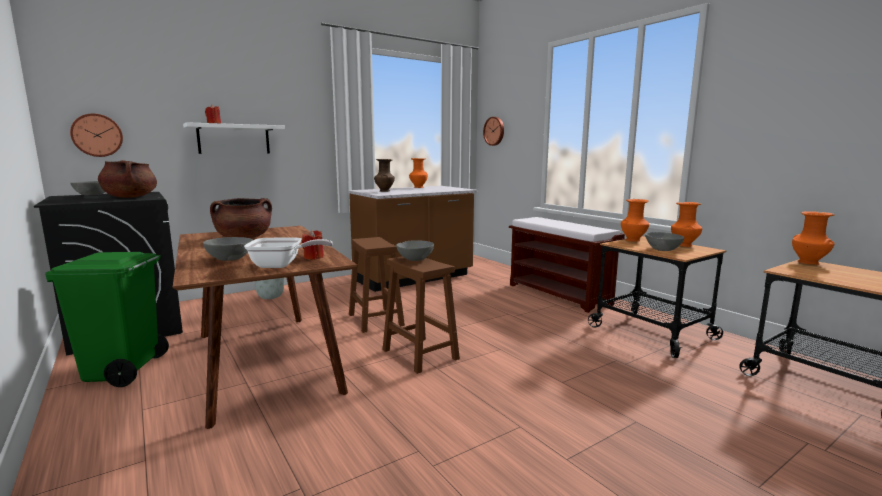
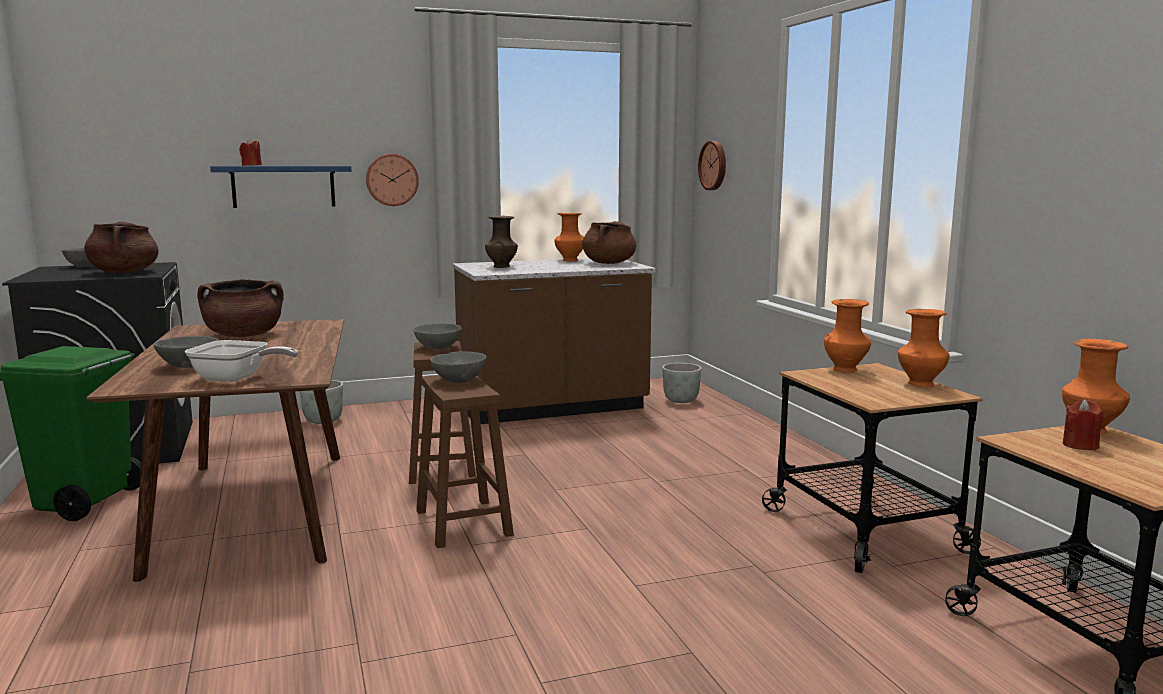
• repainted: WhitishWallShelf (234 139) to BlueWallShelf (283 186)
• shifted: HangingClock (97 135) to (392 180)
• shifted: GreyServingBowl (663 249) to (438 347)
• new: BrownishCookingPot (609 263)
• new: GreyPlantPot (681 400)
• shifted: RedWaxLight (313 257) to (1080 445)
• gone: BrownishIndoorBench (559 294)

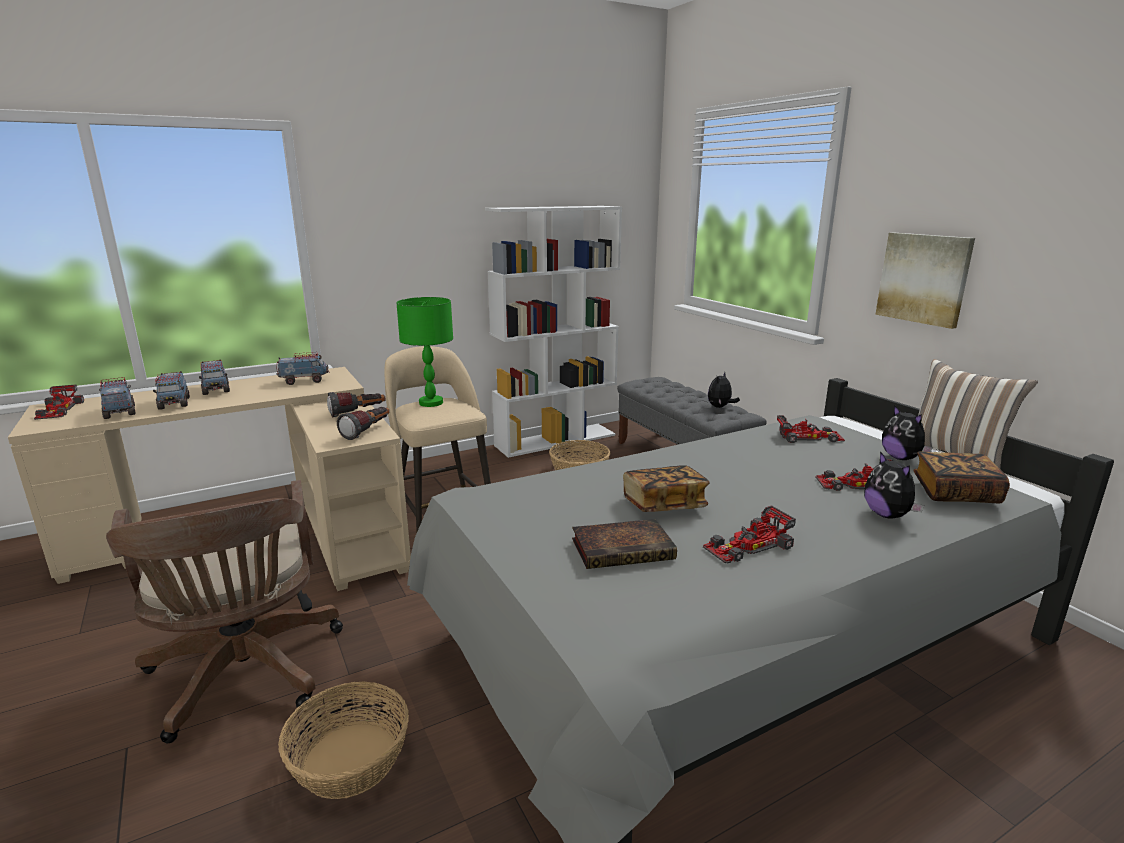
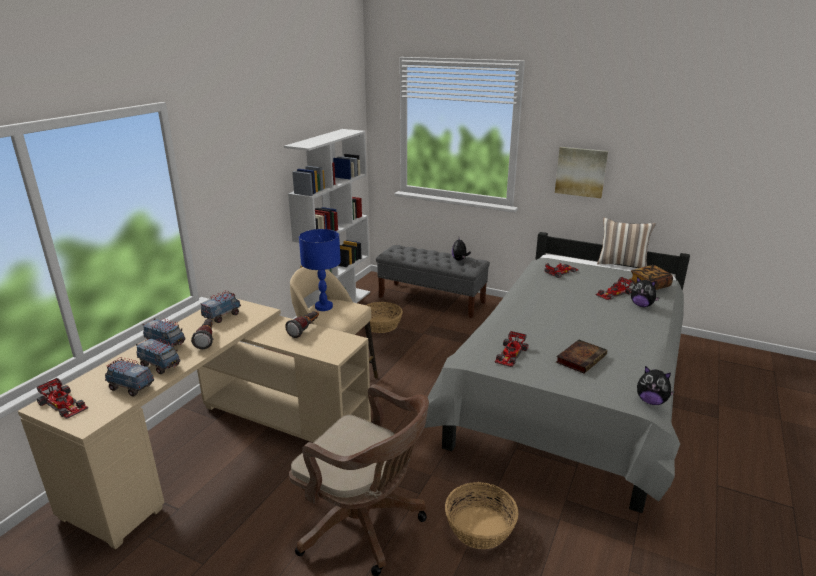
• shifted: HandTorch (368 431) to (207 339)
• repainted: GreenishTabletopLamp (431 403) to BlueTabletopLamp (324 307)
• shifted: ModelCar (748 545) to (510 354)
• shifted: CuddlyToy (901 458) to (651 401)
• gone: Book (663 505)

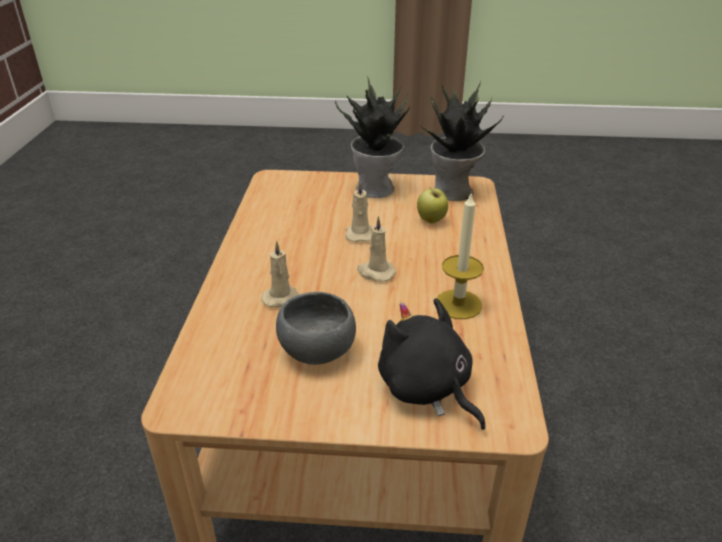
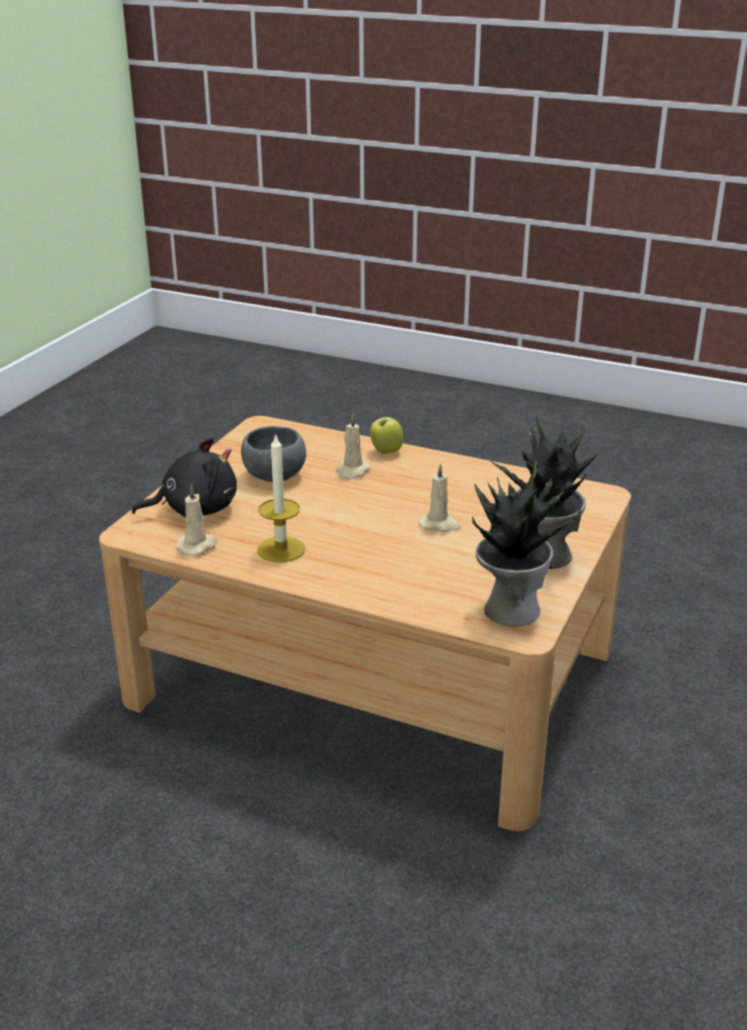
• shifted: BeigeWaxLight (375 272) to (198 546)
• shifted: Apple (431 221) to (386 452)

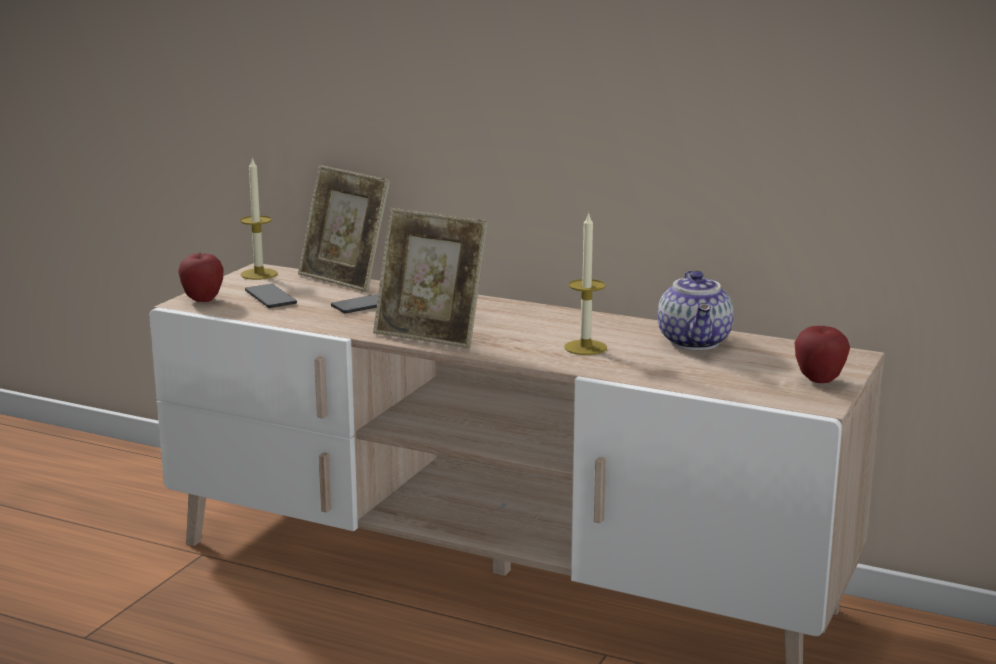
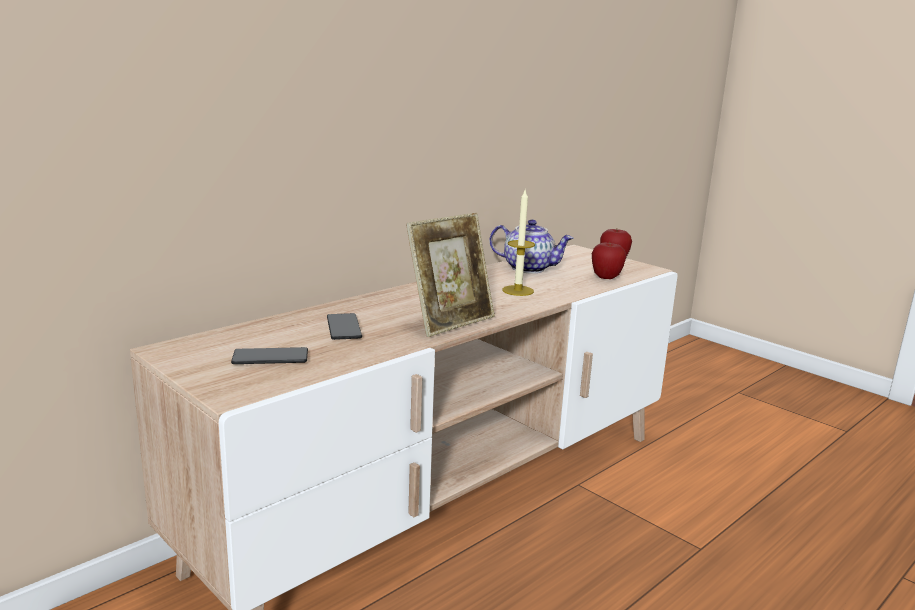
• shifted: Apple (202 300) to (606 278)
• gone: WaxLight (259 274)
• gone: StandingFrame (345 279)

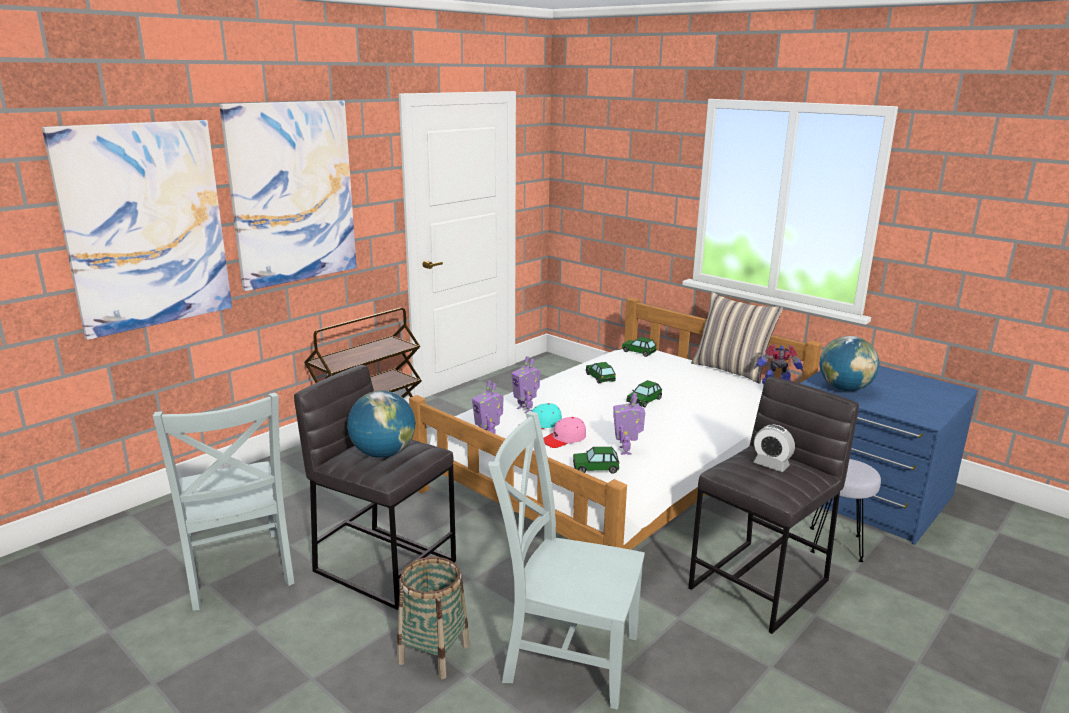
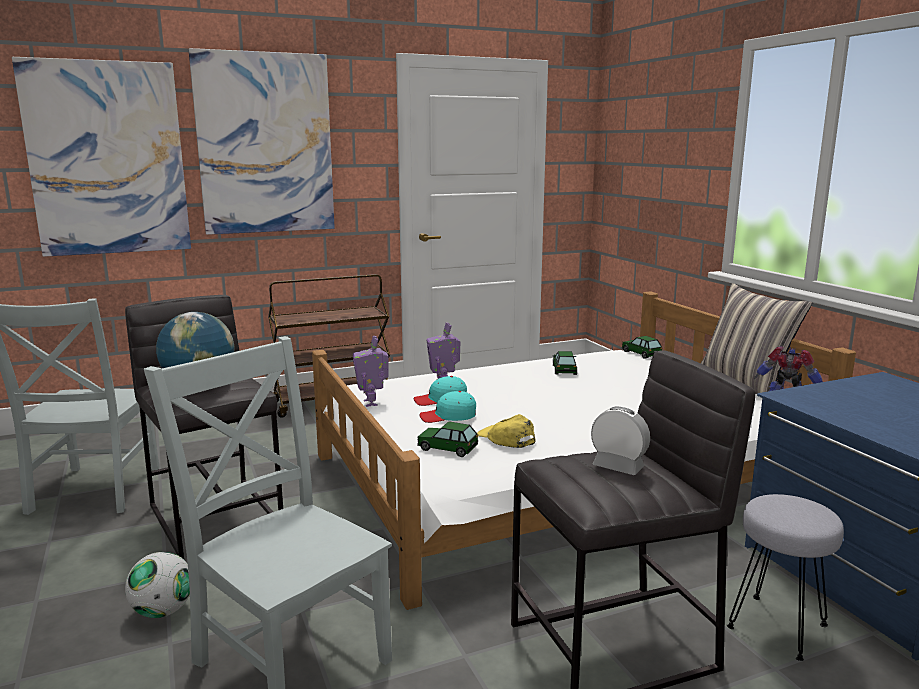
• swapped: StorageBasket (434 653) to FootballBall (163 611)
• repainted: PinkishBaseballCap (564 439) to BlueGreenBaseballCap (448 416)
• swapped: ToyRobot (626 450) to YellowishBaseballCap (506 438)
• rotated: AlarmClock (771 465) = (618 467) 150 degrees clockwise
• gone: ModelCar (644 400)
• gone: Globe (844 389)

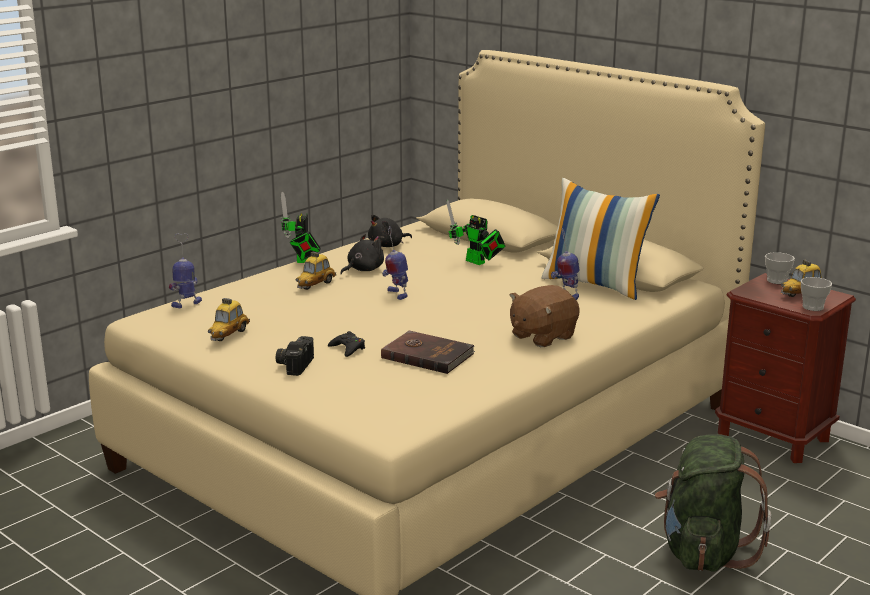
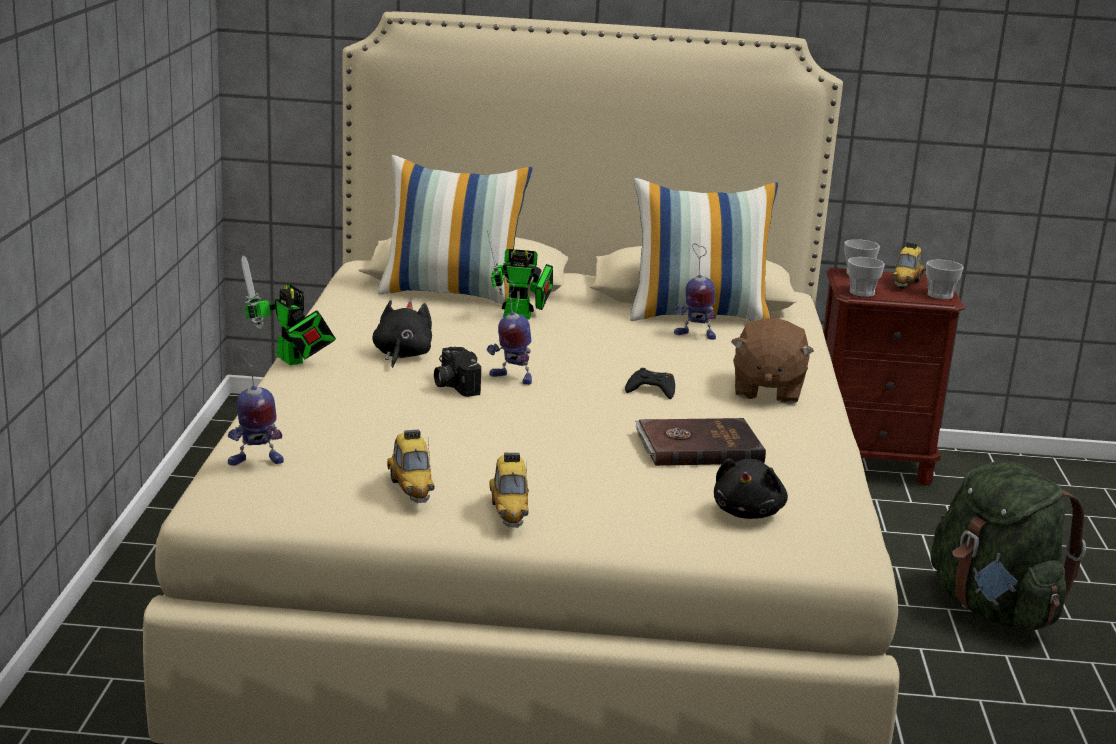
• rotated: ToyRobot (187 304) = (255 461) 120 degrees counterclockwise
• new: Cushion (452 294)
• shifted: StillCamera (294 364) to (453 385)
• shifted: ModelCar (315 285) to (509 513)
• shifted: BlackColouredGamepad (348 348) to (651 390)
• shifted: BlackColouredCuddlyToy (388 245) to (748 512)
• new: Cup (862 293)

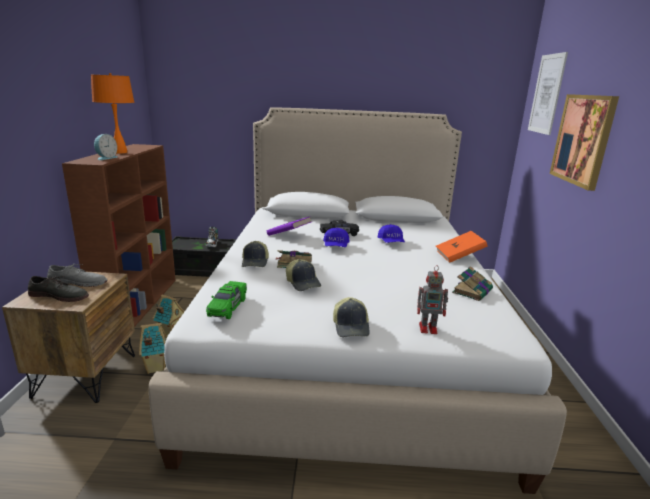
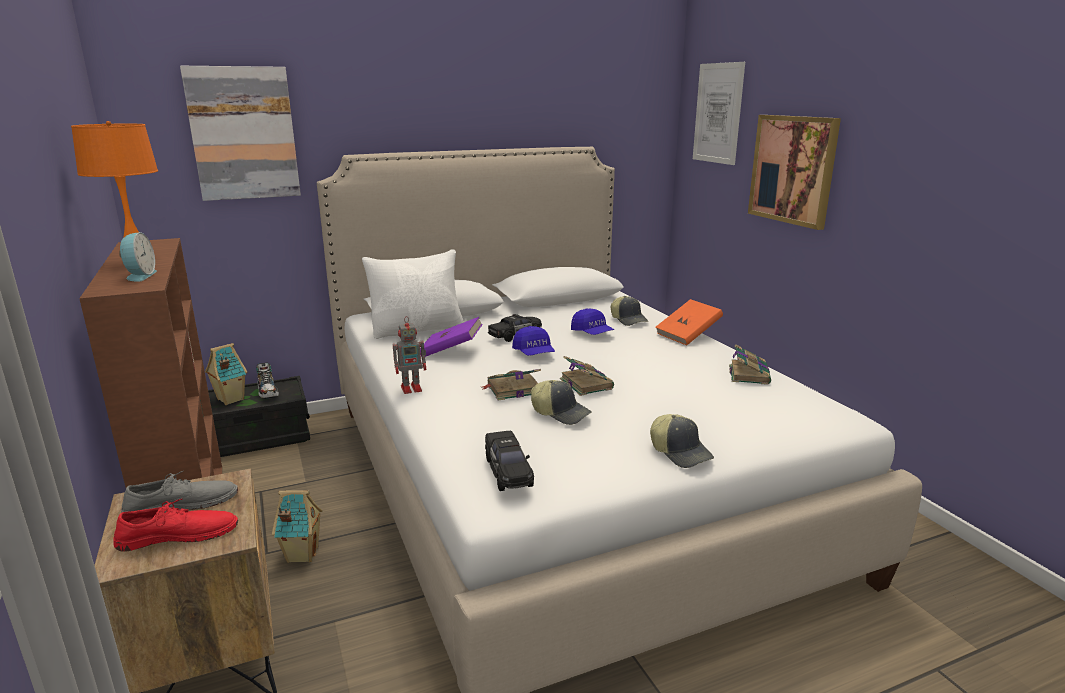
• repainted: GreyLowShoe (59 295) to RedLowShoe (178 535)
• new: WallPicture (243 133)
• shifted: ModelHouse (155 367) to (230 400)
• new: WhitishCushion (418 330)
• shifted: ToyRobot (429 328) to (412 388)
• repainted: GreenishModelCar (227 307) to BlackColouredModelCar (508 471)
• new: Book (585 383)
• shifted: BaseballCap (255 262) to (629 320)

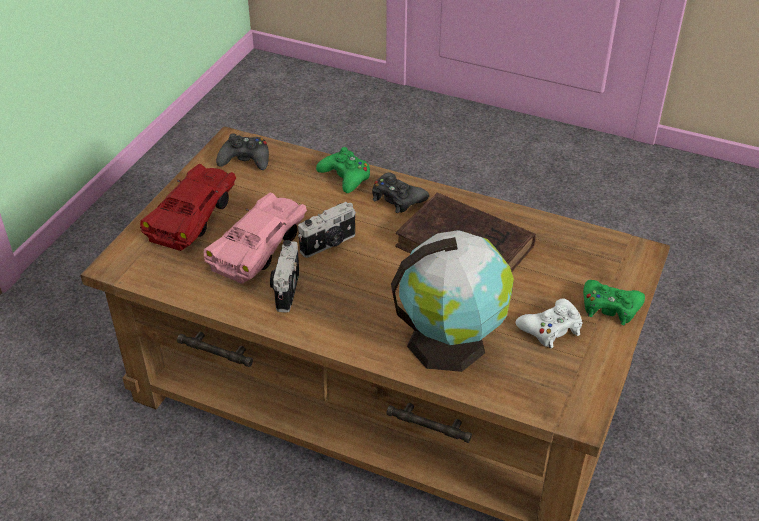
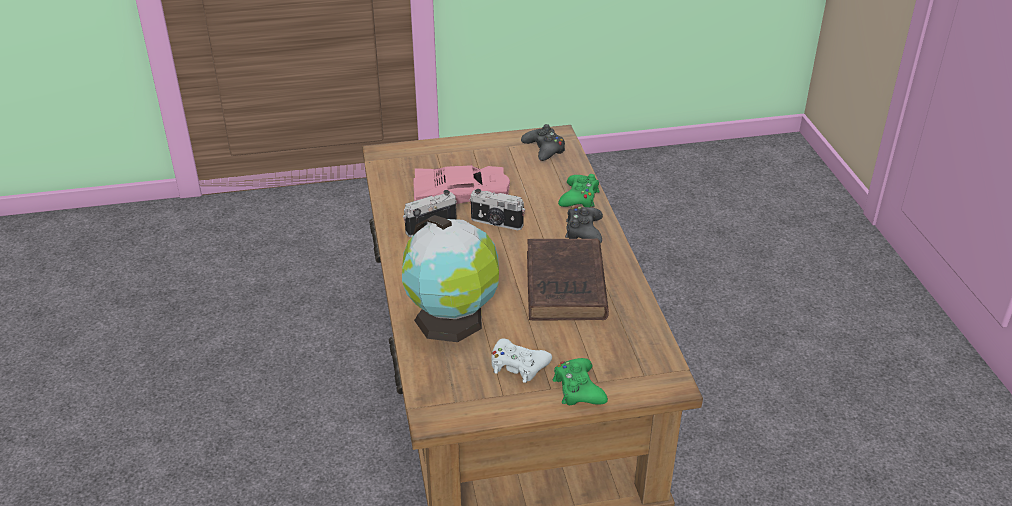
• gone: RedModelCar (194 216)

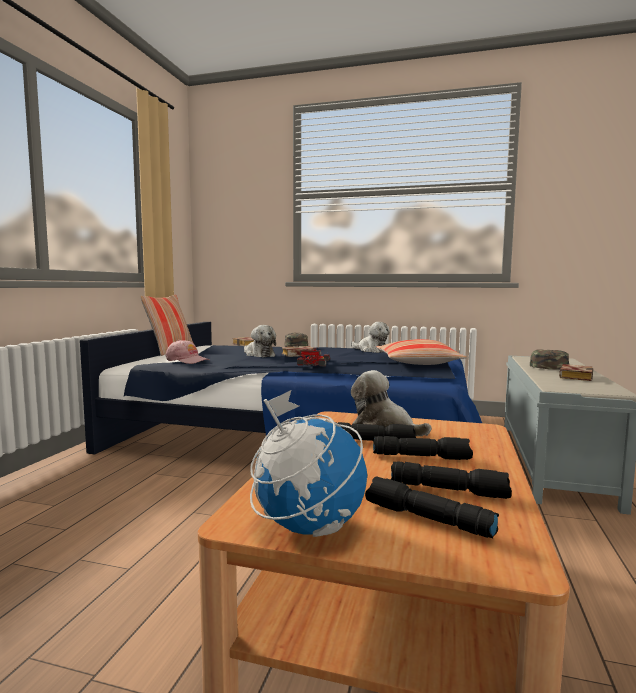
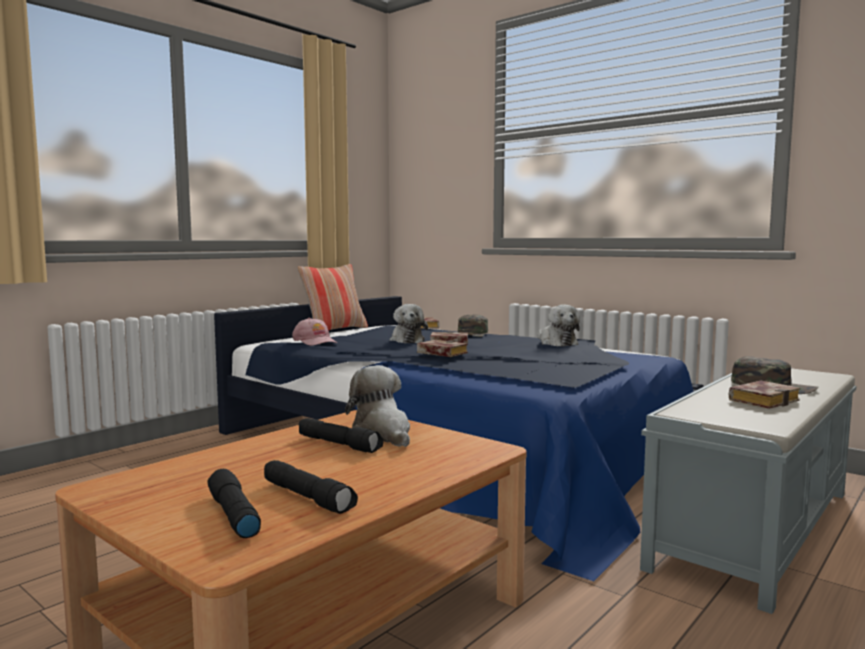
• swapped: ModelCar (315 362) to Book (439 353)
• gone: Globe (308 528)
• gone: BlackColouredHandTorch (422 457)
• gone: Cushion (418 363)

